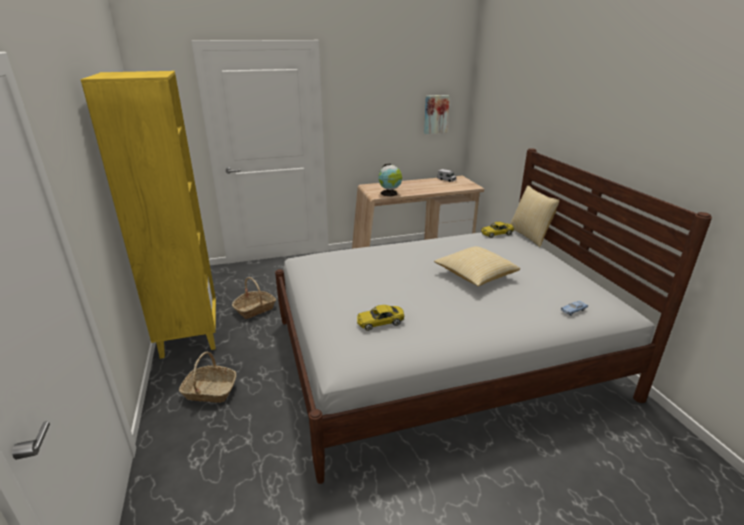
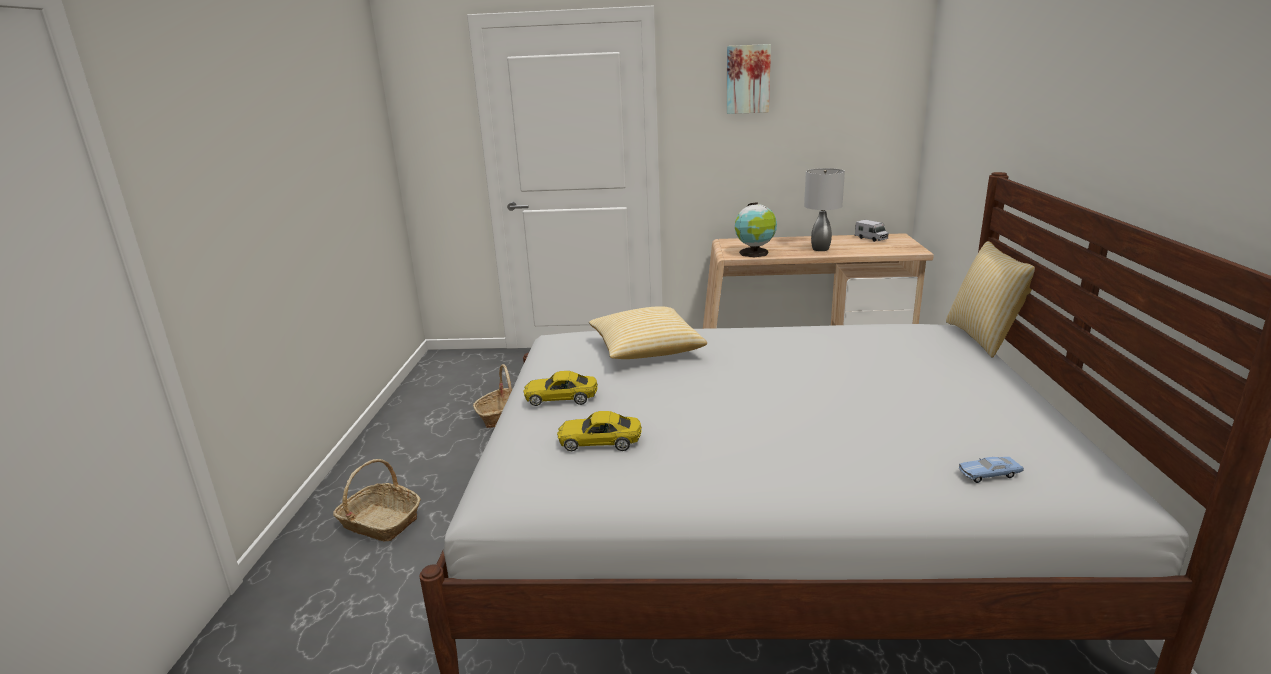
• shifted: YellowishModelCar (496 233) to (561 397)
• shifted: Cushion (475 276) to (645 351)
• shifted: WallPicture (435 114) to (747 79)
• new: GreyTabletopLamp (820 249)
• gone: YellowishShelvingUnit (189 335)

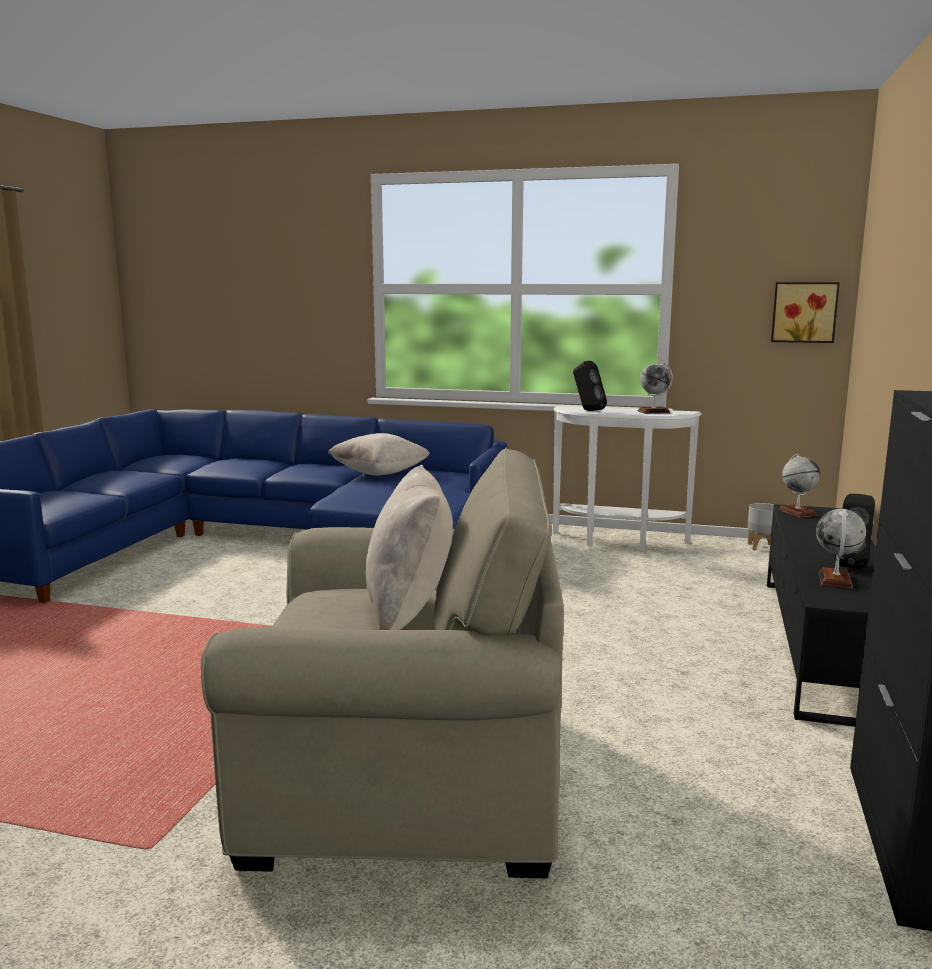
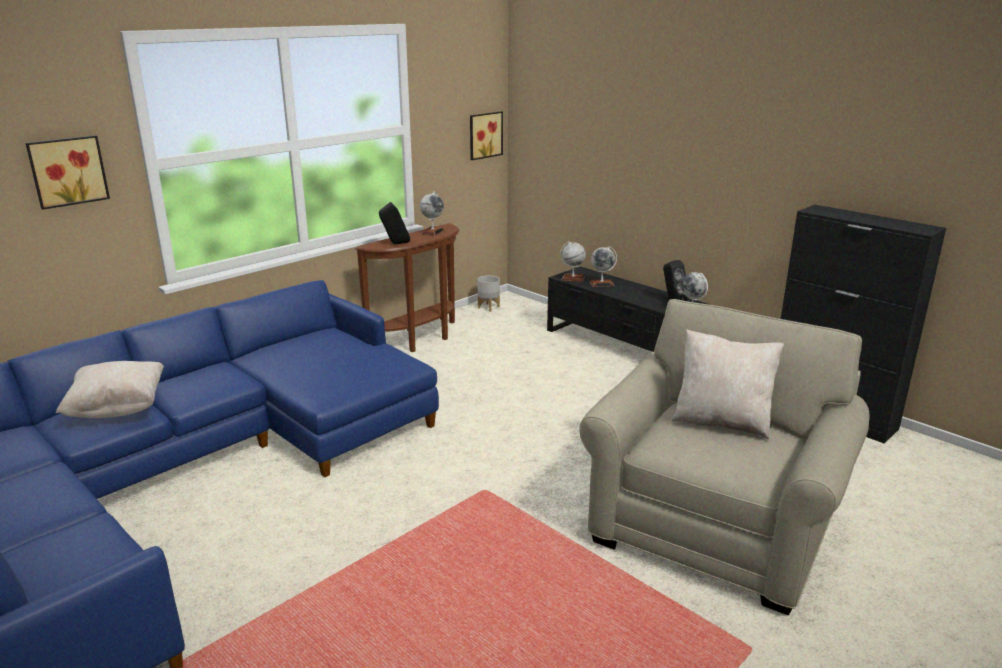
• new: WallPicture (67 171)
• shifted: BeigeCushion (379 473) to (118 409)
• repainted: WhitishConsoleTable (619 542) to BrownishConsoleTable (420 340)
• new: Globe (601 284)

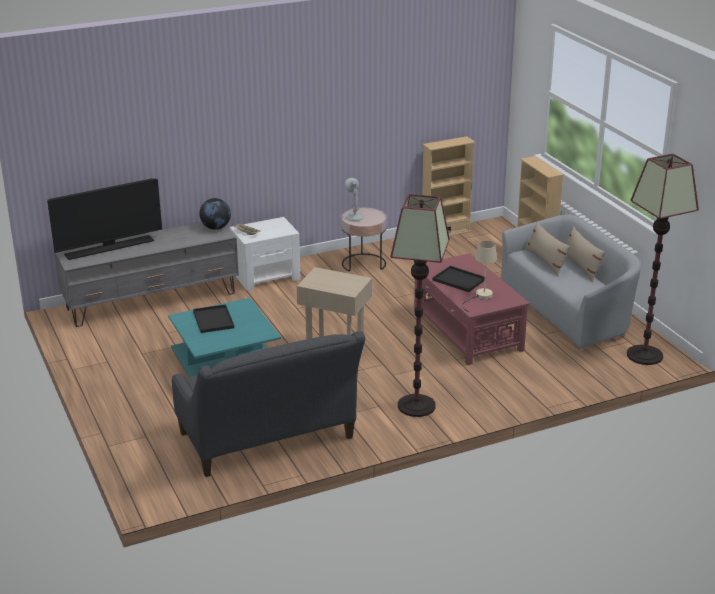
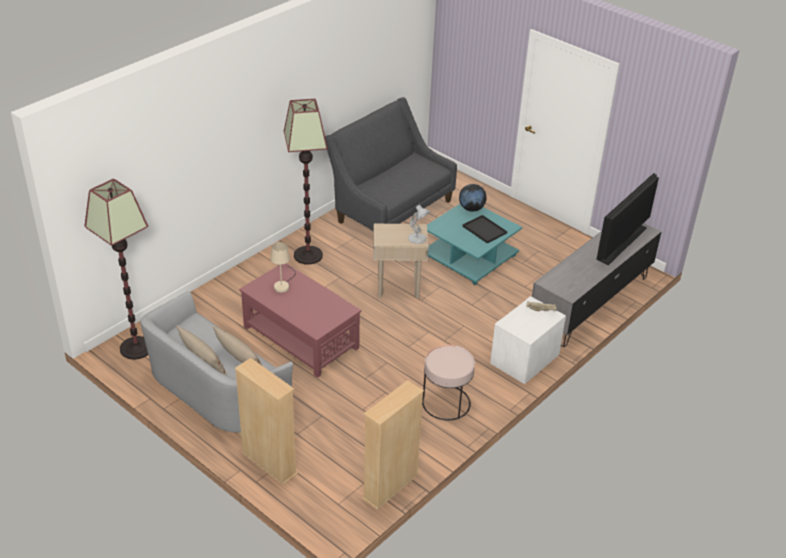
• shifted: WhitishTabletopLamp (354 216) to (417 238)
• shifted: Globe (216 228) to (471 209)
• gone: BlackColouredCarryingTray (458 280)

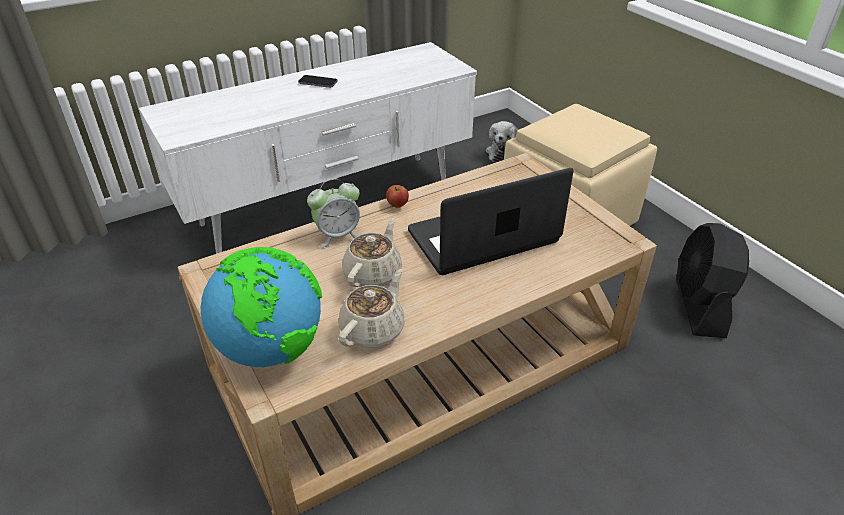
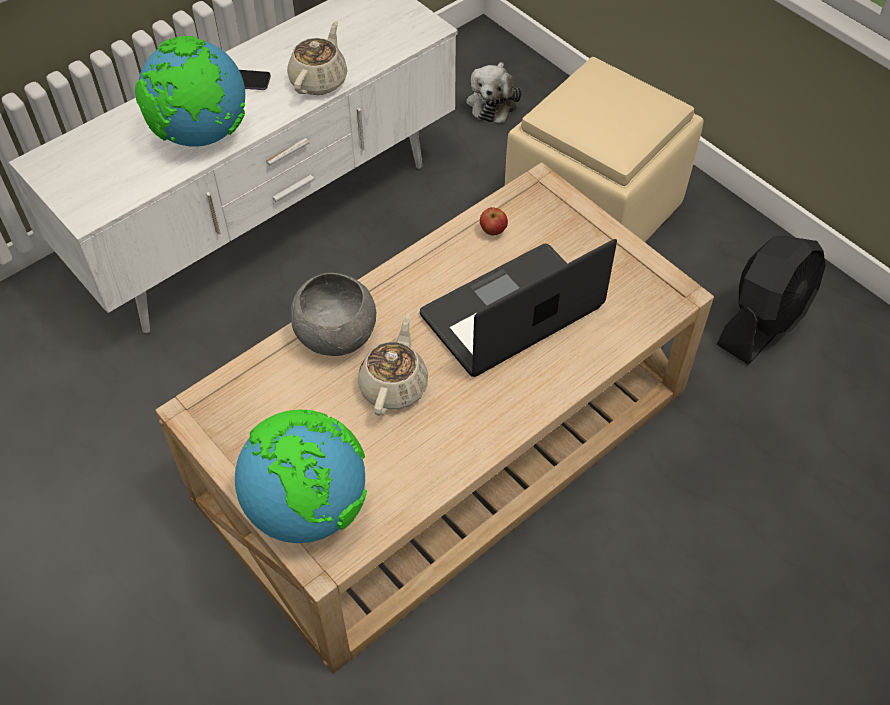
• new: Globe (201 135)
• shifted: BeigePotForTea (373 329) to (319 80)
• swapped: AlarmClock (337 235) to GreyServingBowl (336 334)
• shifted: Apple (397 205) to (493 230)
• rotated: BlackColouredElectricFan (699 305) = (763 322) 135 degrees counterclockwise

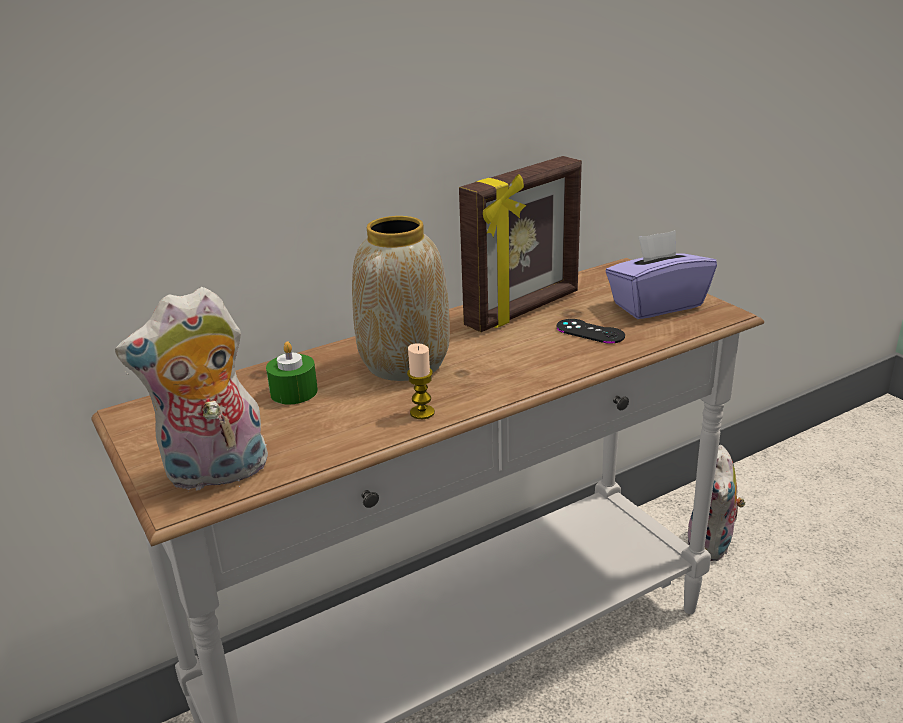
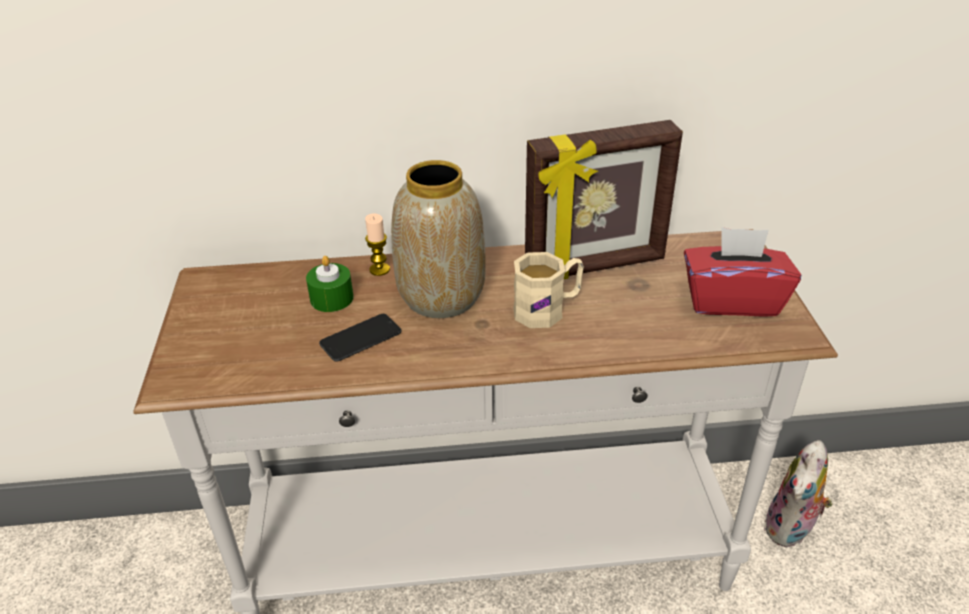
• new: Telephone (360 338)
• shifted: WaxLight (422 412) to (379 269)
• new: BeigeCoffeeMug (548 309)
• repainted: PurpleTissueHolder (656 305) to RedTissueHolder (732 300)
• gone: CuddlyToy (215 474)
• gone: BlackColouredGamepad (590 331)

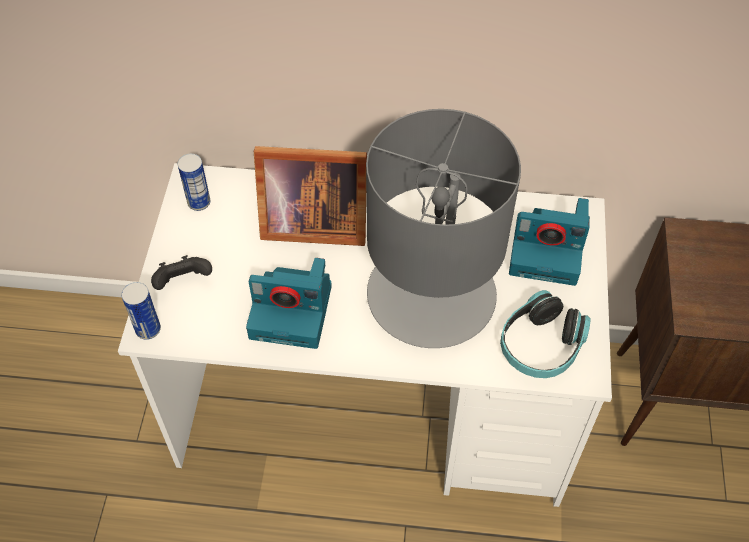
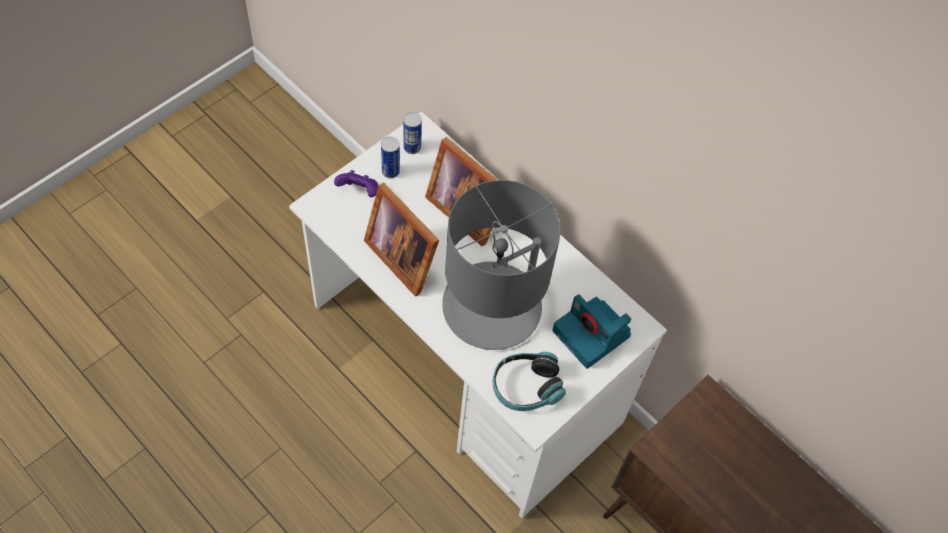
• repainted: BlackColouredGamepad (183 282) to PurpleGamepad (359 191)
• swapped: StillCamera (293 311) to StandingFrame (403 255)
• shifted: MetalCan (148 329) to (390 171)

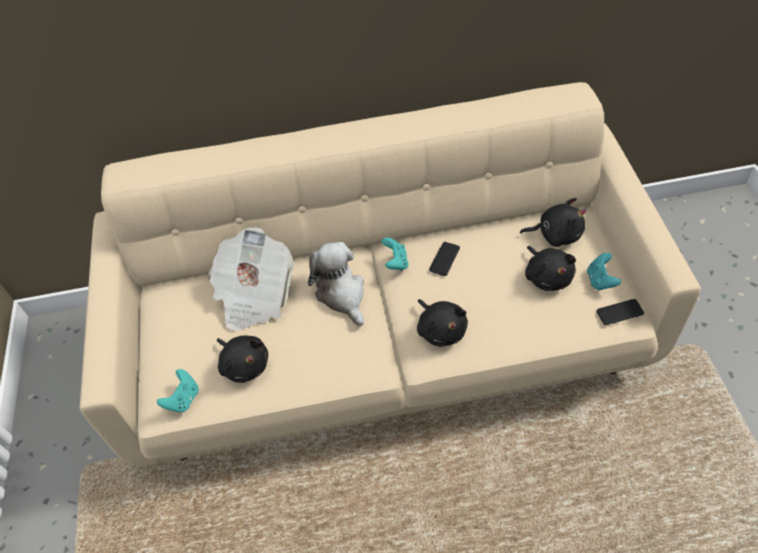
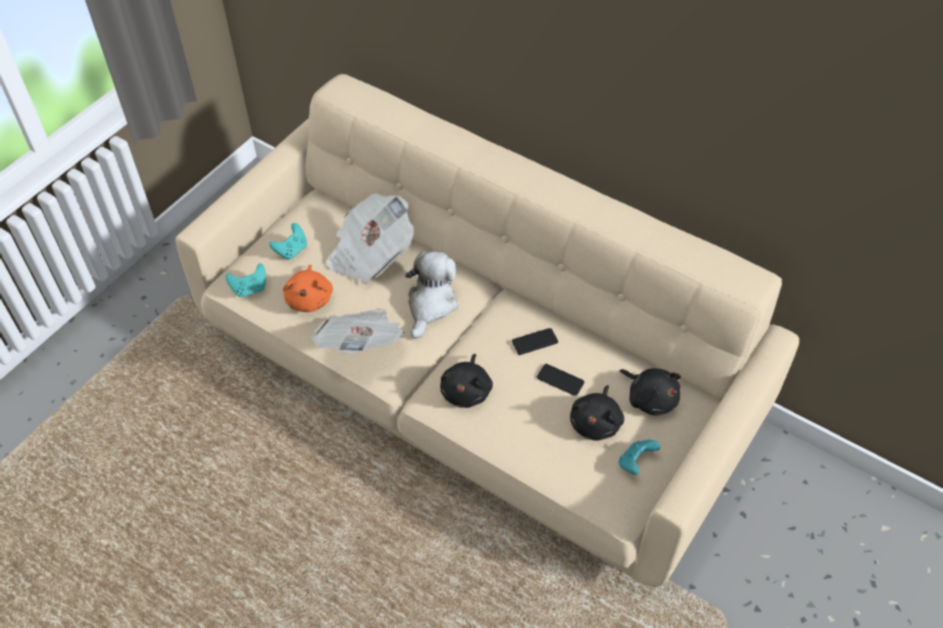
• shifted: BlueGreenGamepad (395 262) to (291 250)
• repainted: BlackColouredCuddlyToy (244 364) to OrangeyCuddlyToy (310 298)
• new: DailyPaper (362 344)
• shifted: Telephone (619 312) to (560 380)

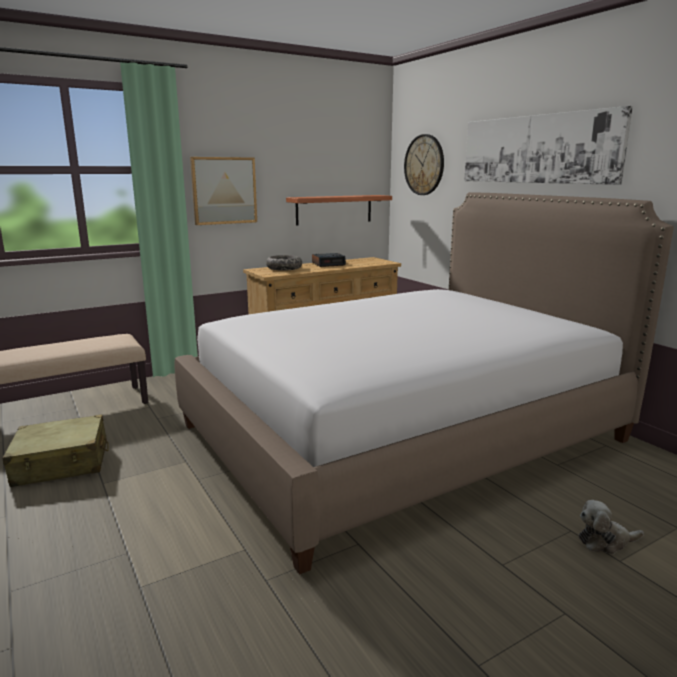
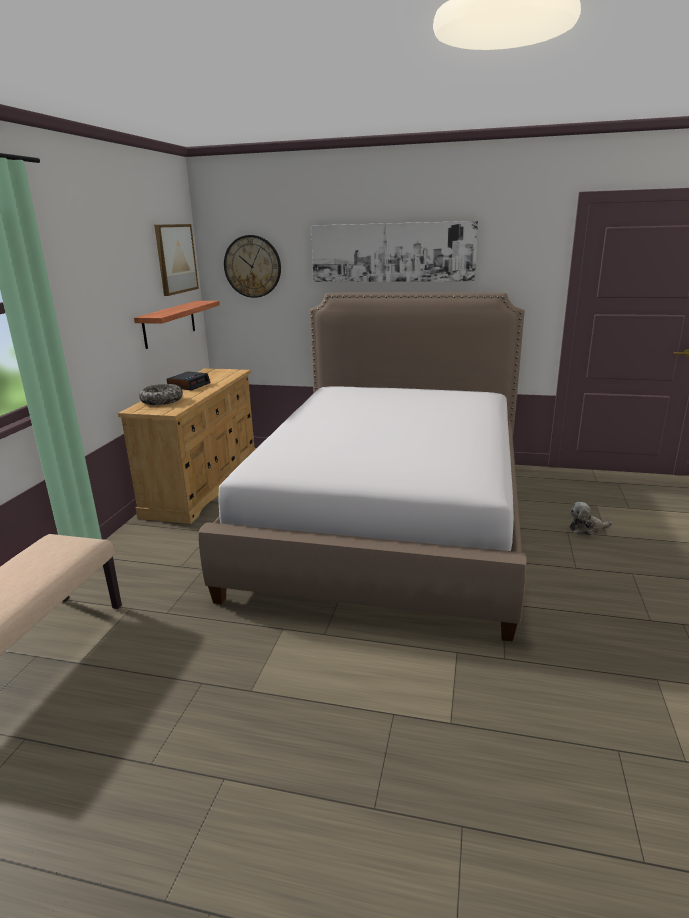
• shifted: WallPicture (224 190) to (175 259)
• rotated: CuddlyToy (605 541) = (587 529) 45 degrees clockwise
• gone: BeigePieceOfLuggage (62 464)

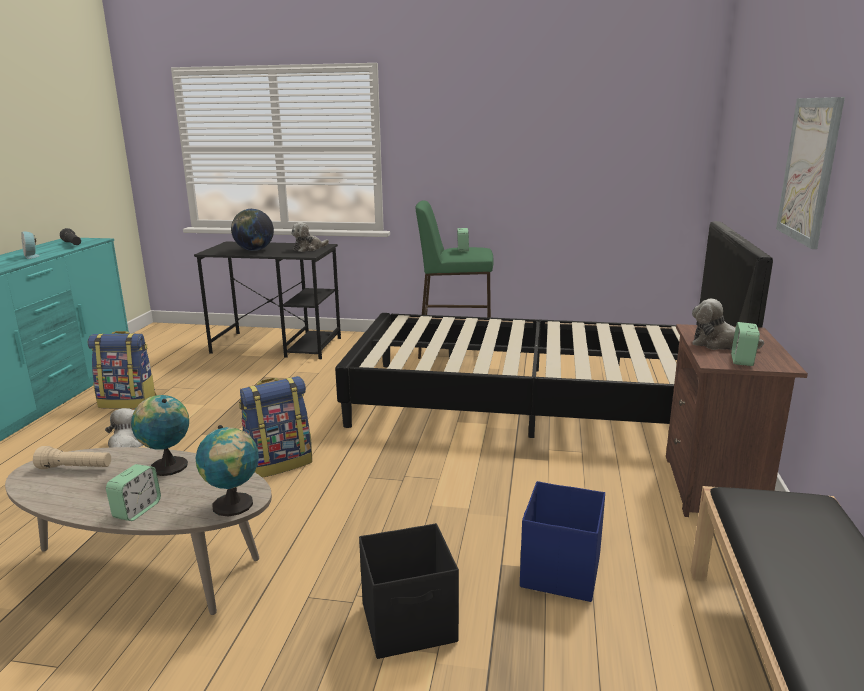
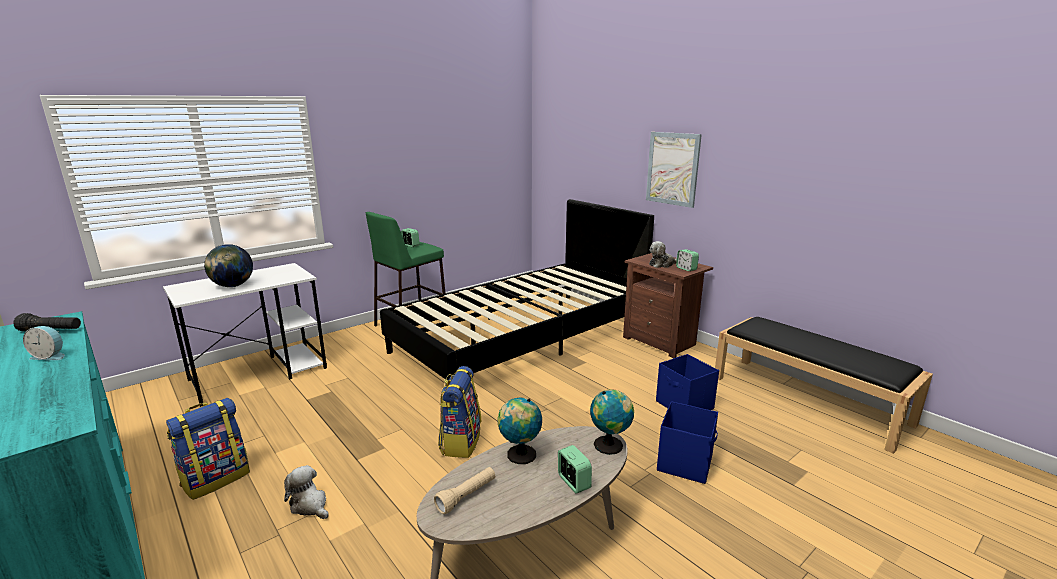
• repainted: BlackColouredDeskTable (278 345) to WhitishDeskTable (260 373)
• repainted: BlackColouredStorageContainer (410 623) to BlueStorageContainer (685 462)
• gone: CuddlyToy (309 249)

